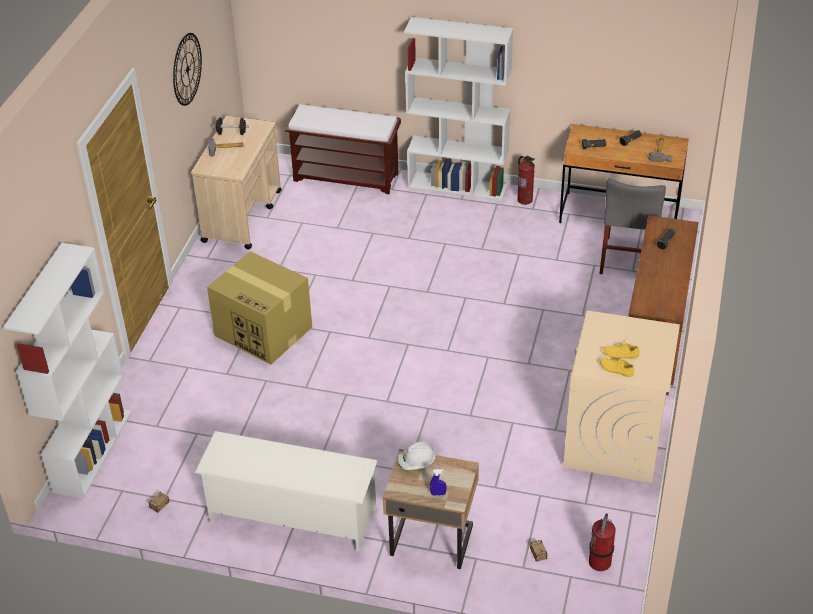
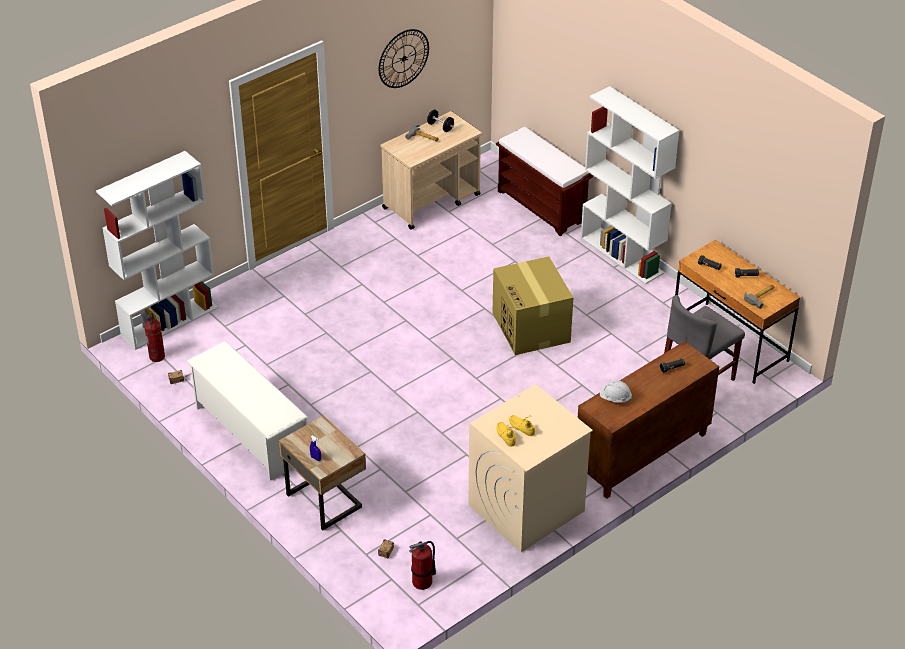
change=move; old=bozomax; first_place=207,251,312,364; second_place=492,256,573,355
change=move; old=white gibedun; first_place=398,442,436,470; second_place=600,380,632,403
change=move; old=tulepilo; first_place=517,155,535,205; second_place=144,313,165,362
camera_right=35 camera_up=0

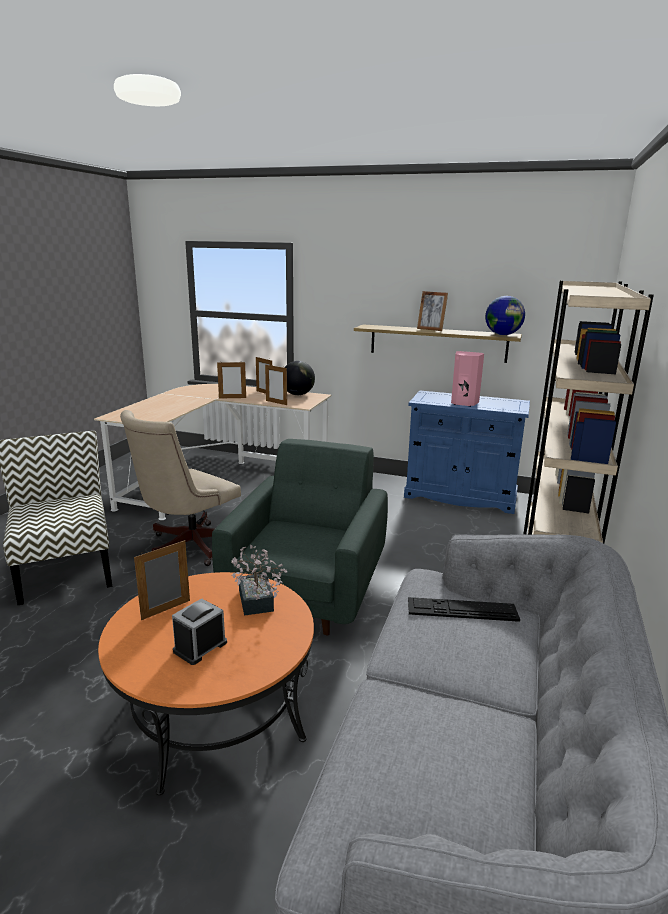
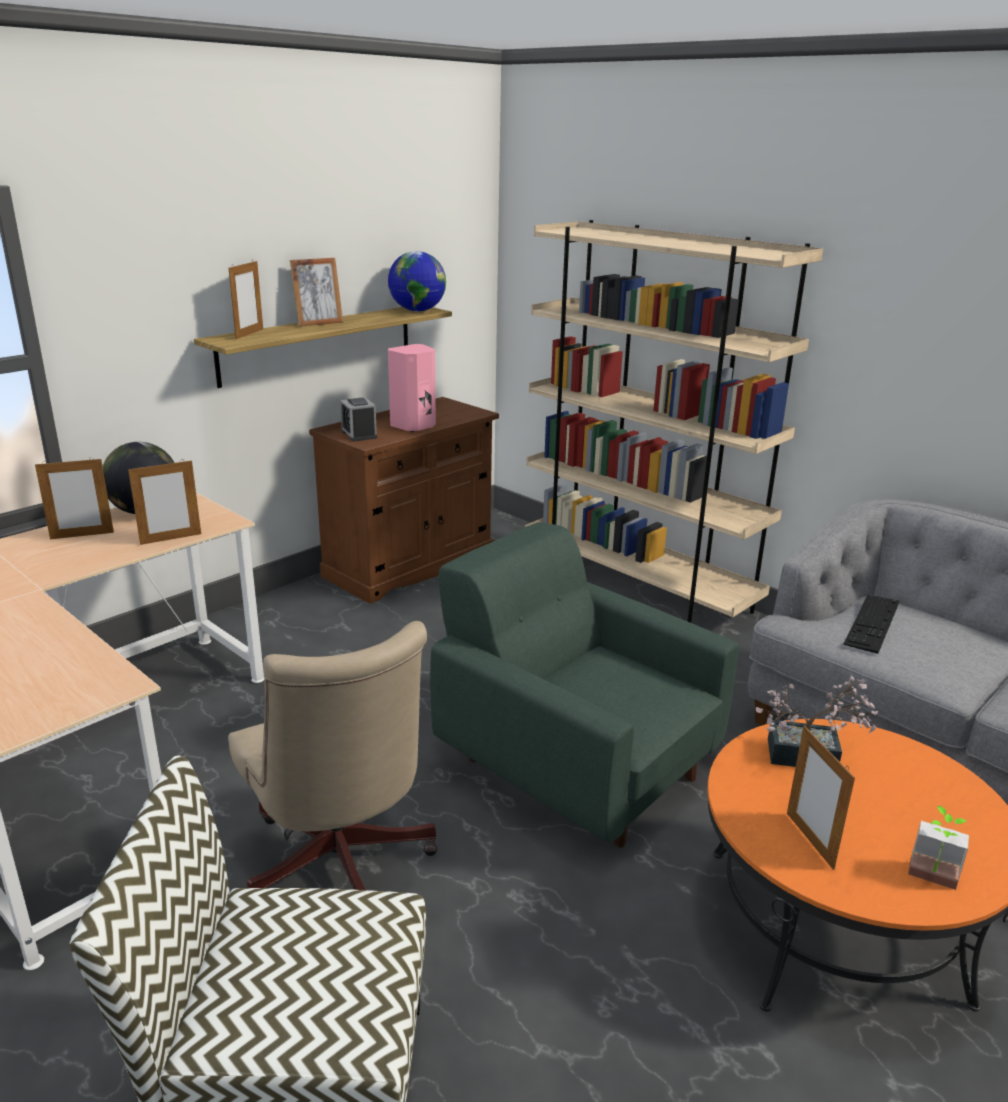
change=move; old=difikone; first_place=172,598,227,665; second_place=340,398,377,442
change=move; old=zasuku; first_place=217,362,246,399; second_place=229,261,263,339
change=recolor; old=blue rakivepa; new=brown rakivepa; first_place=404,390,530,514; second_place=309,397,499,604
change=insert; new=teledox; second_place=908,806,969,890
camera_right=-65 camera_up=5

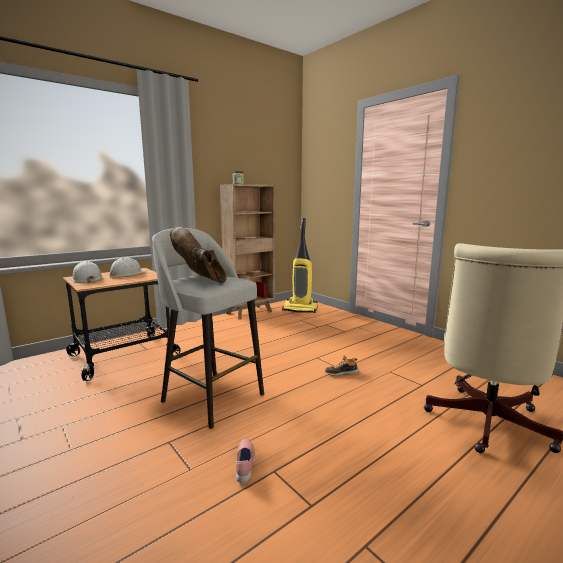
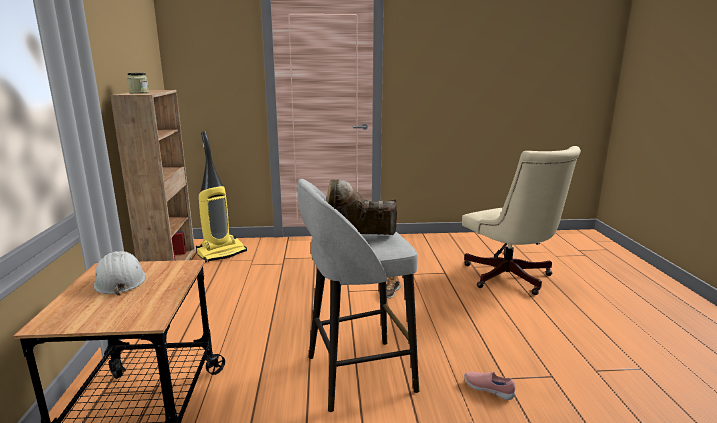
change=delete; old=white gibedun; first_place=72,261,103,283
camera_right=-55 camera_up=5

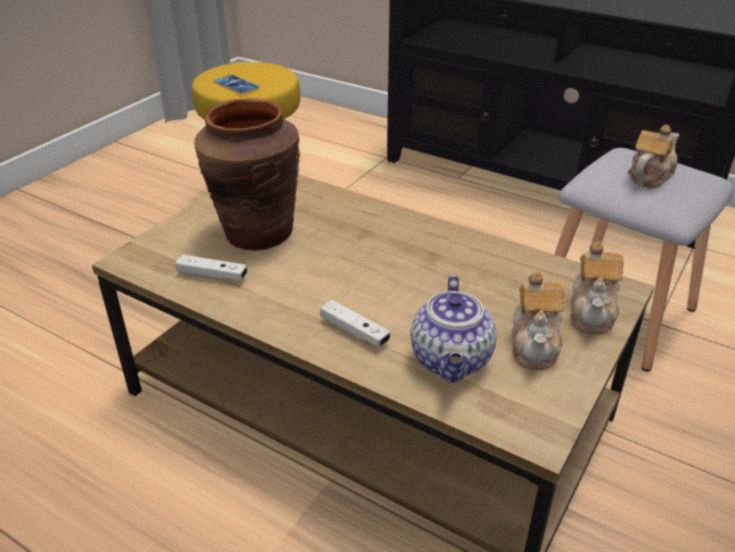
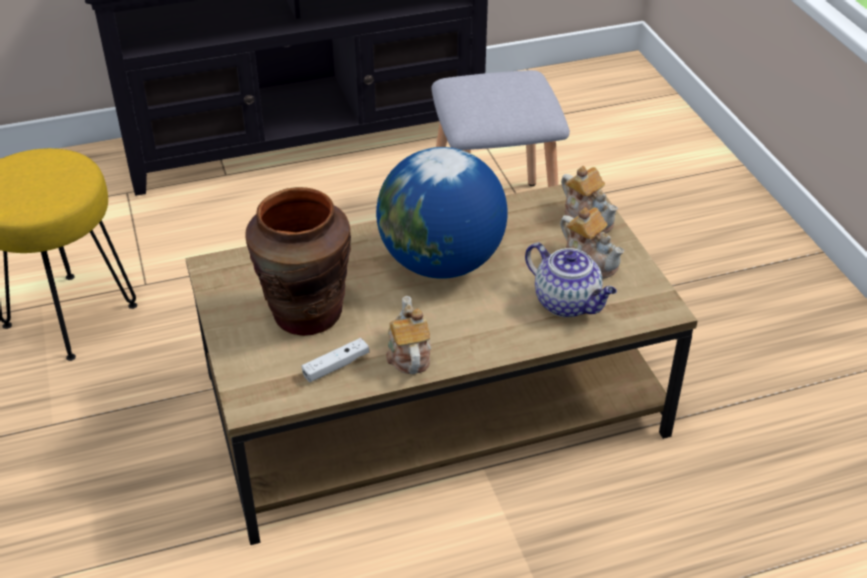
change=delete; old=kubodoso; first_place=214,75,259,94
change=delete; old=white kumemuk; first_place=320,300,390,347
change=move; old=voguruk; first_place=628,125,679,188; second_place=386,295,431,374
change=insert; new=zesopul; second_place=376,147,507,279
camera_right=-50 camera_up=5

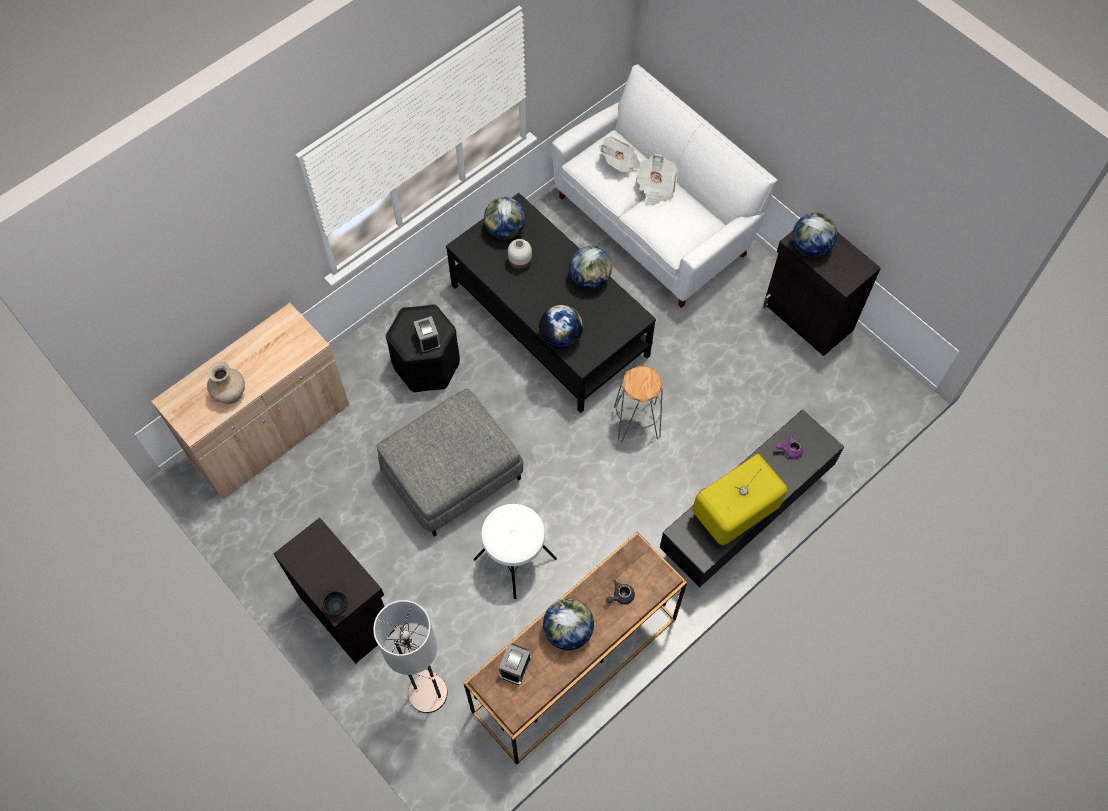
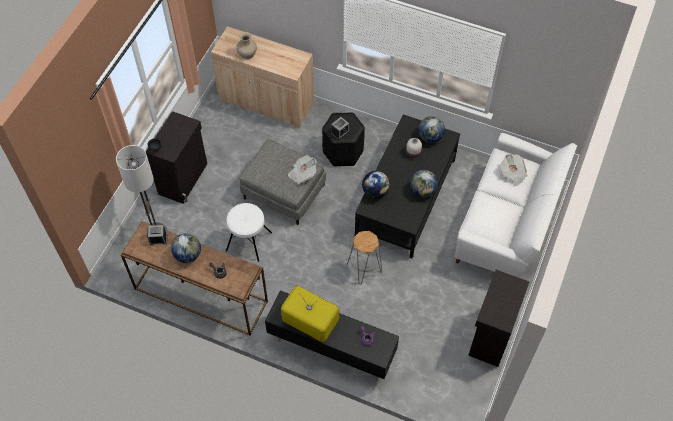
change=move; old=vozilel; first_place=636,154,678,205; second_place=288,155,317,185
change=delete; old=zesopul; first_place=792,213,837,257
camera_right=65 camera_up=-5

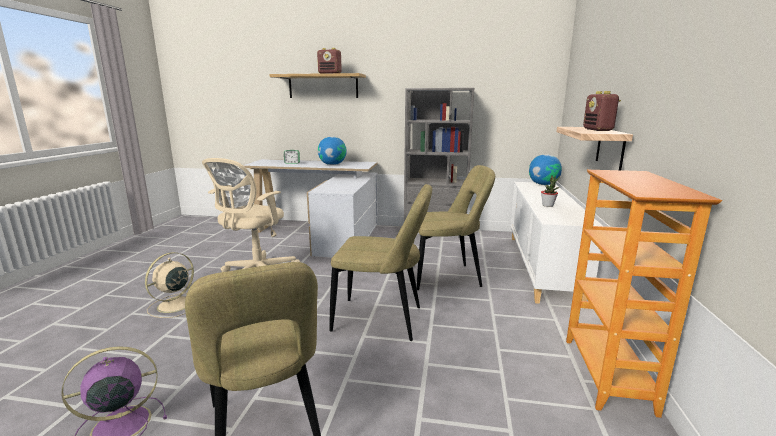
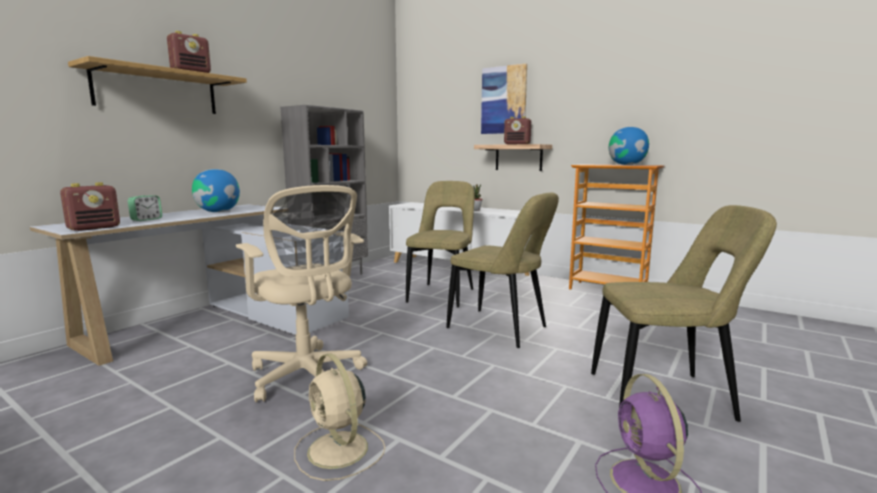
change=rotate; old=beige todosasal; first_place=330,184,432,341; second_place=446,192,559,348; degrees=90
change=move; old=zesopul; first_place=529,154,562,185; second_place=609,127,649,165
change=insert; new=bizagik; second_place=60,182,120,231
change=insert; new=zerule; second_place=481,63,527,134
camera_right=-65 camera_up=-5

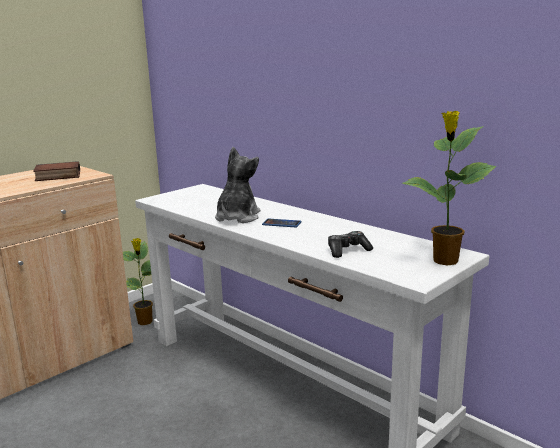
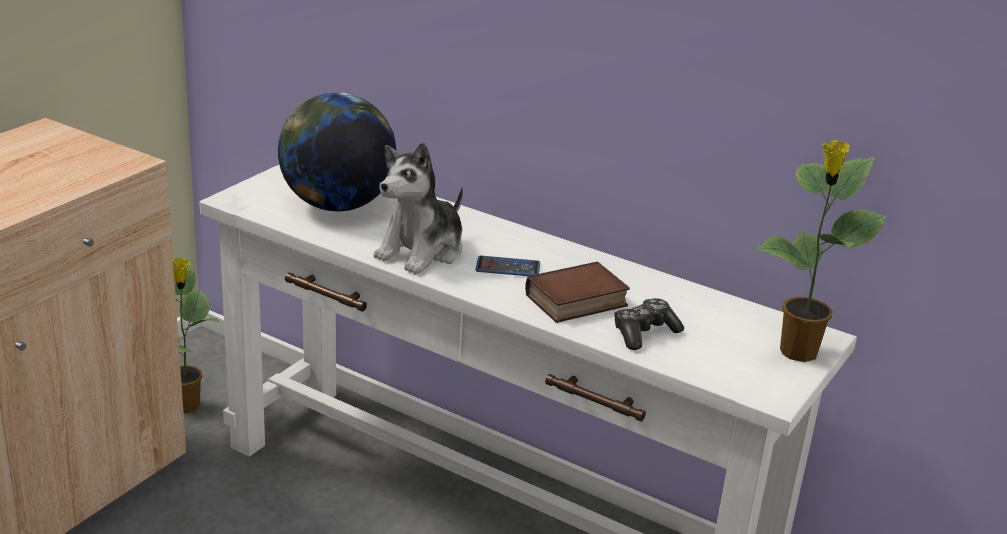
change=move; old=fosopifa; first_place=33,161,80,181; second_place=525,262,630,323
change=rotate; old=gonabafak; first_place=215,147,260,223; second_place=373,142,463,275; degrees=-150
change=insert; new=zesopul; second_place=278,93,396,211
camera_right=-15 camera_up=10

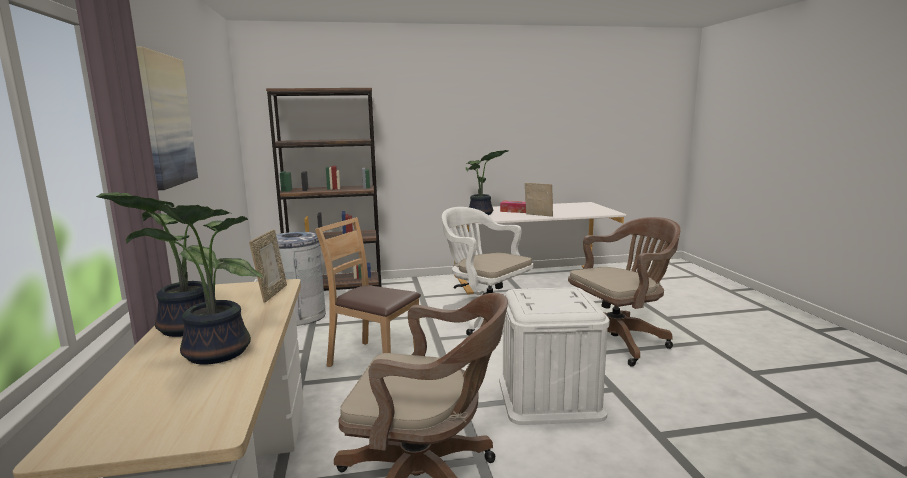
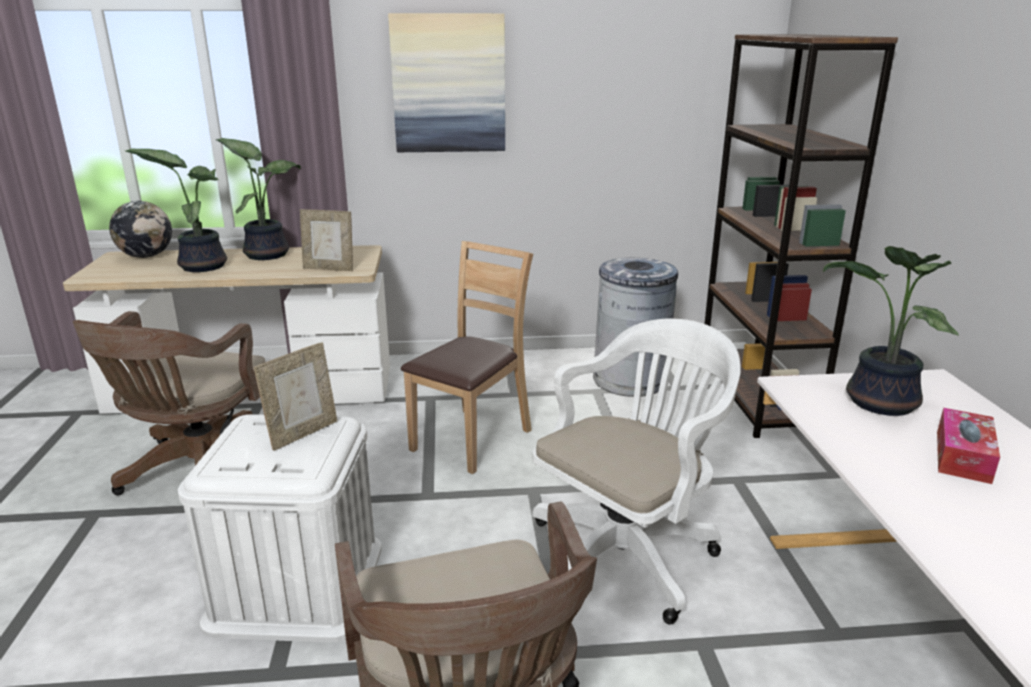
change=move; old=zasuku; first_place=525,183,553,217; second_place=254,342,337,451
change=insert; new=zesopul; second_place=109,201,172,258
camera_right=95 camera_up=10

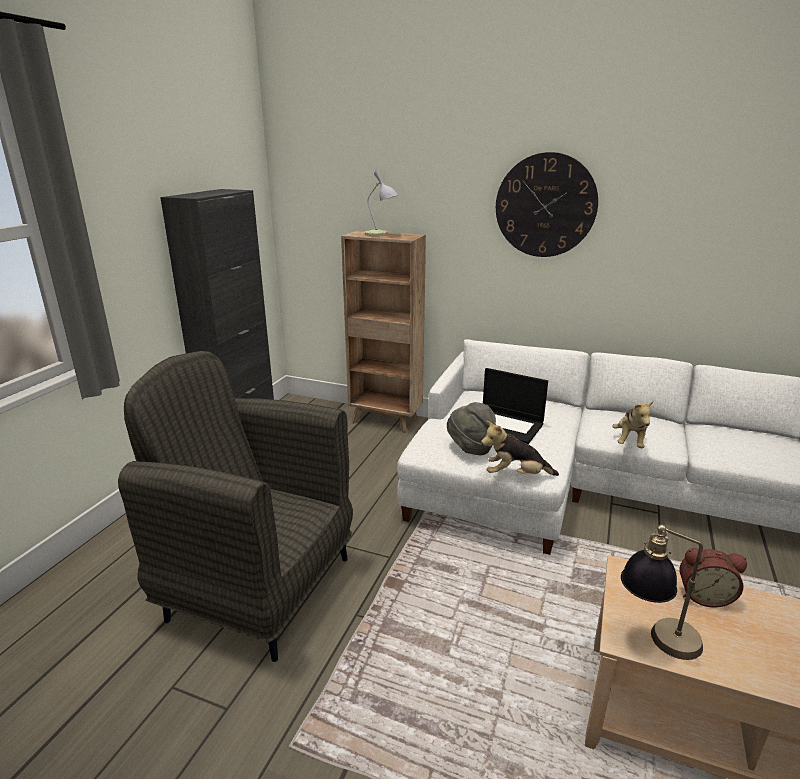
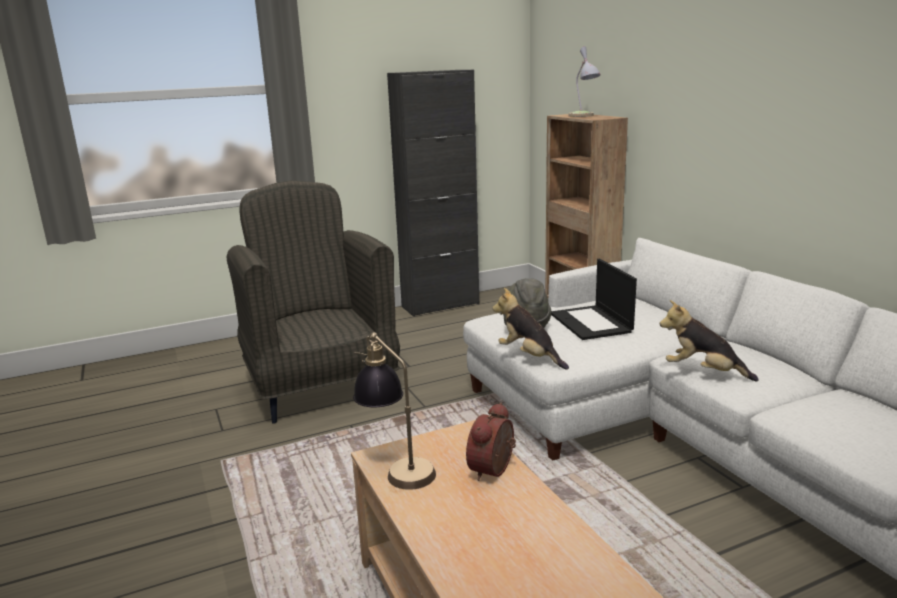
change=delete; old=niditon; first_place=496,152,598,257
change=rotate; old=gonabafak; first_place=612,400,654,448; second_place=660,300,759,382; degrees=60
change=rotate; old=difikone; first_place=680,548,747,607; second_place=466,402,516,481; degrees=60
camera_right=45 camera_up=-5

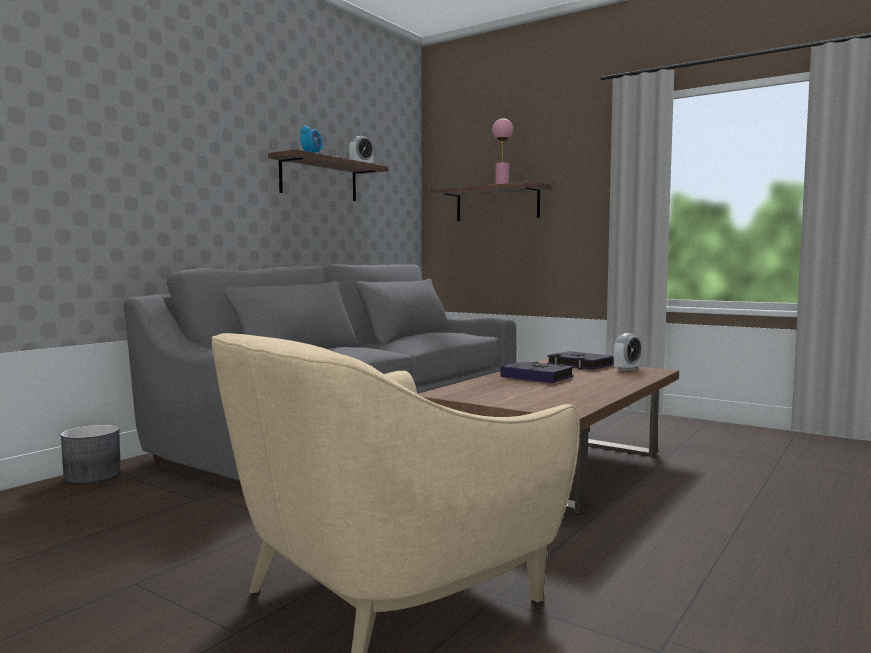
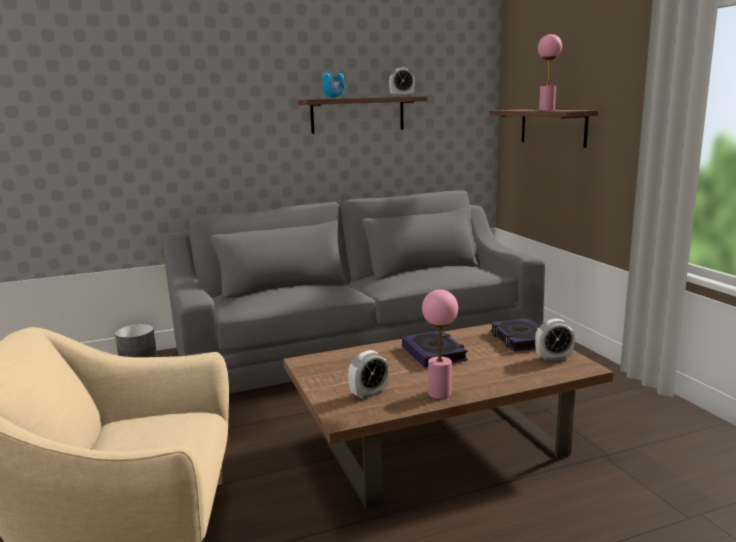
change=insert; new=difikone; second_place=348,350,389,399
change=insert; new=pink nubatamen; second_place=422,289,458,399
camera_right=35 camera_up=10

